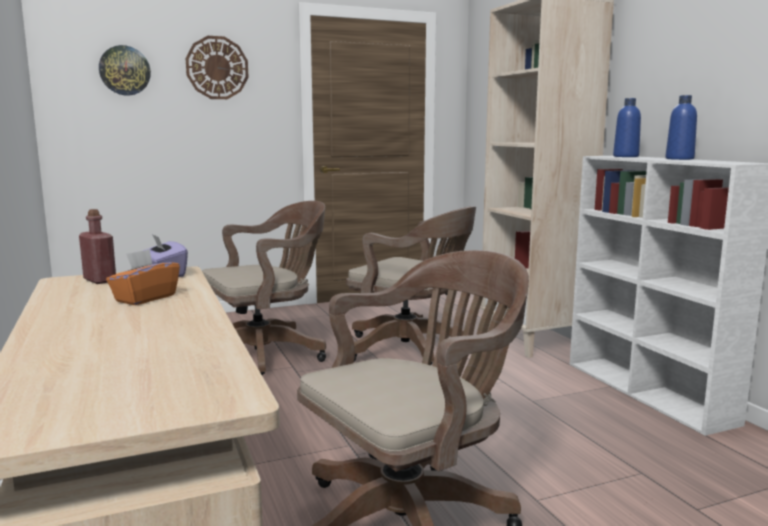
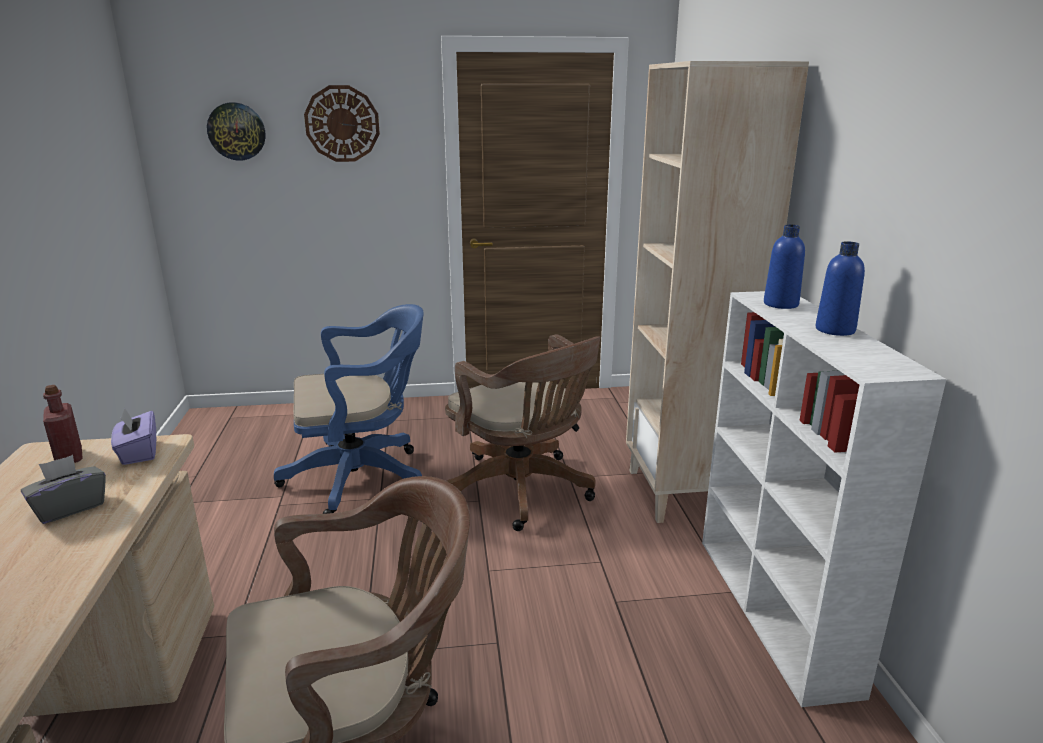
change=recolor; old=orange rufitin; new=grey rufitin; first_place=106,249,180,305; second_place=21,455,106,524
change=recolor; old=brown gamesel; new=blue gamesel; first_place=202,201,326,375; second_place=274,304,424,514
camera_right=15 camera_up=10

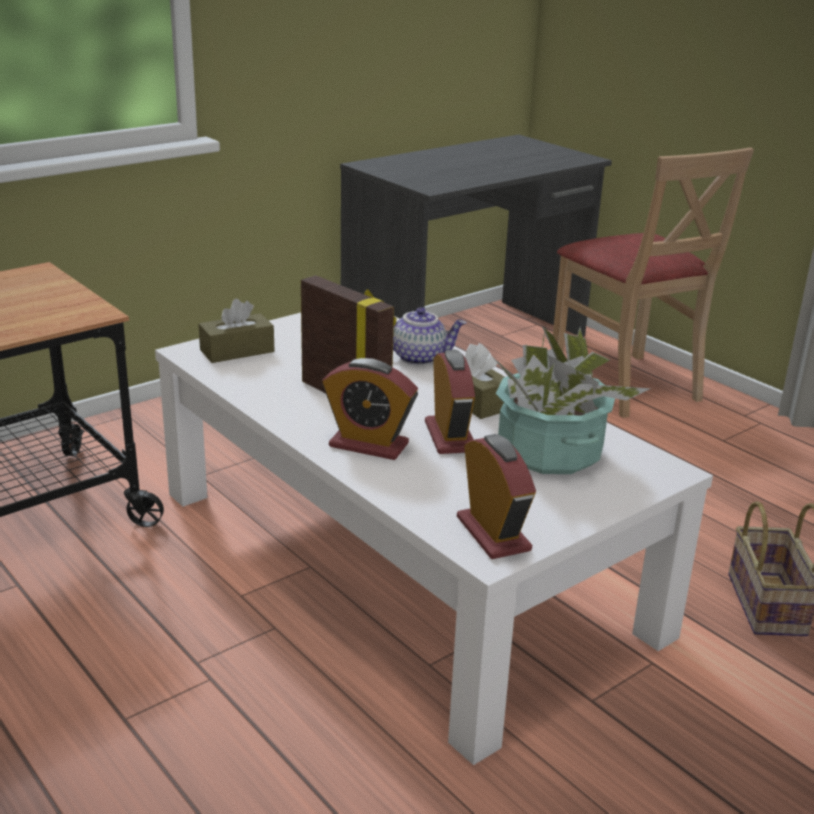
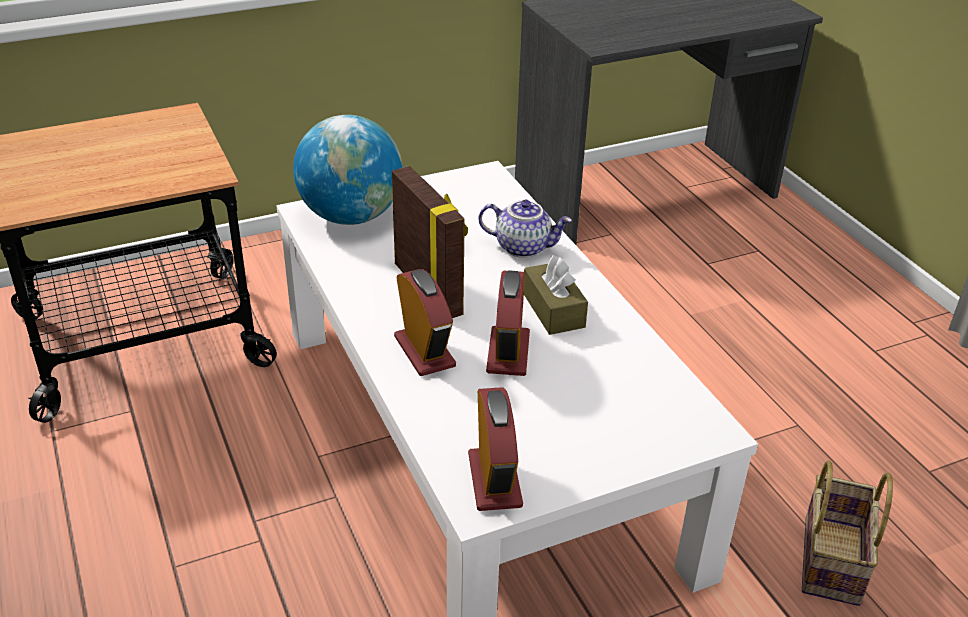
change=replace; old=brown rufitin; new=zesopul; first_place=198,299,274,363; second_place=293,115,403,225
change=rotate; old=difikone; first_place=322,358,418,460; second_place=394,269,456,376; degrees=-150
change=delete; old=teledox; first_place=492,326,650,474
change=delete; old=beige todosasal; first_place=551,147,754,418
camera_right=15 camera_up=10

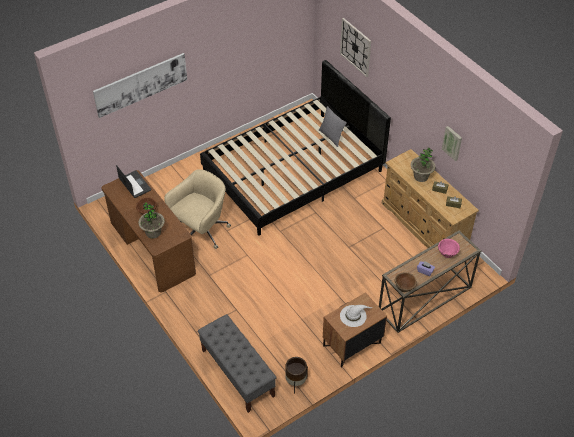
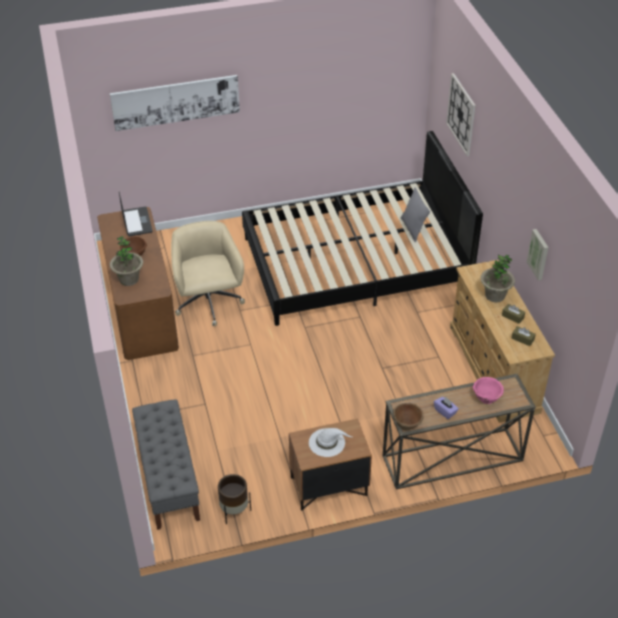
change=rotate; old=beige gamesel; first_place=164,169,231,249; second_place=171,221,245,326; degrees=-75
camera_right=20 camera_up=-5

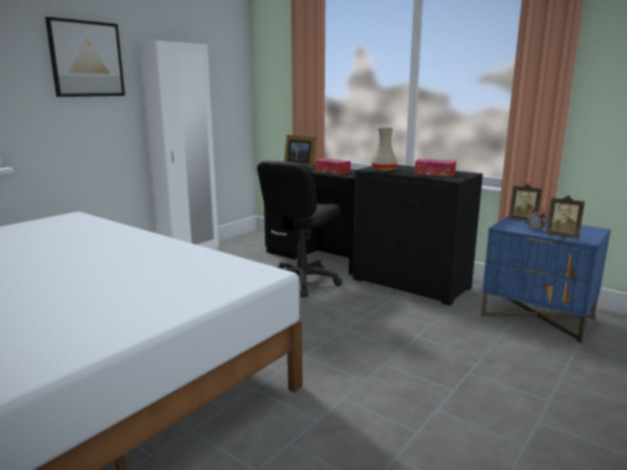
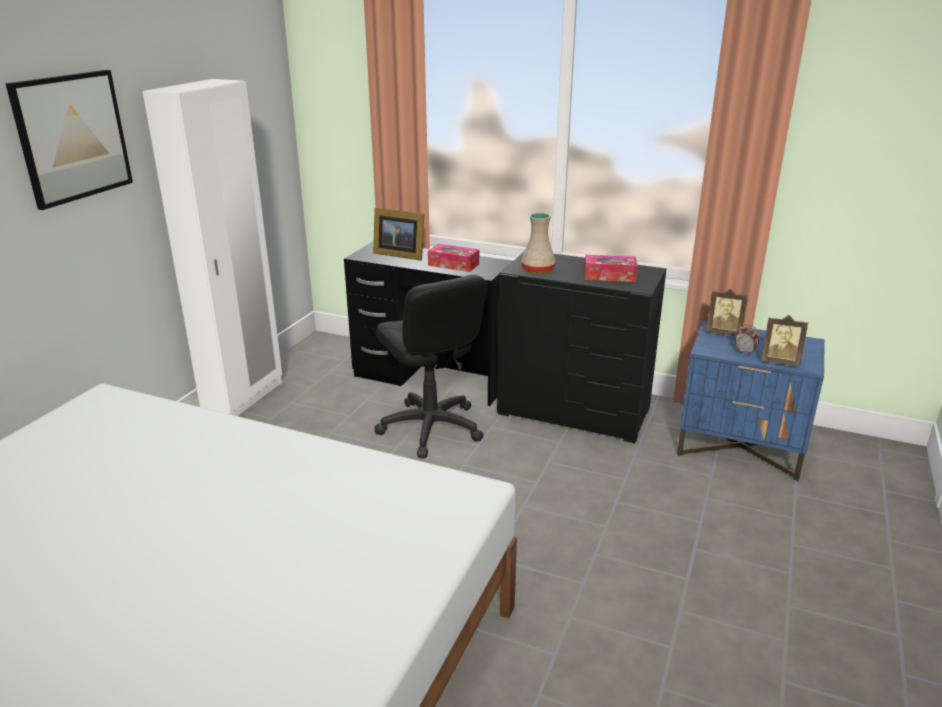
change=rotate; old=black gamesel; first_place=257,161,342,297; second_place=375,275,487,458; degrees=-45
camera_right=-15 camera_up=10

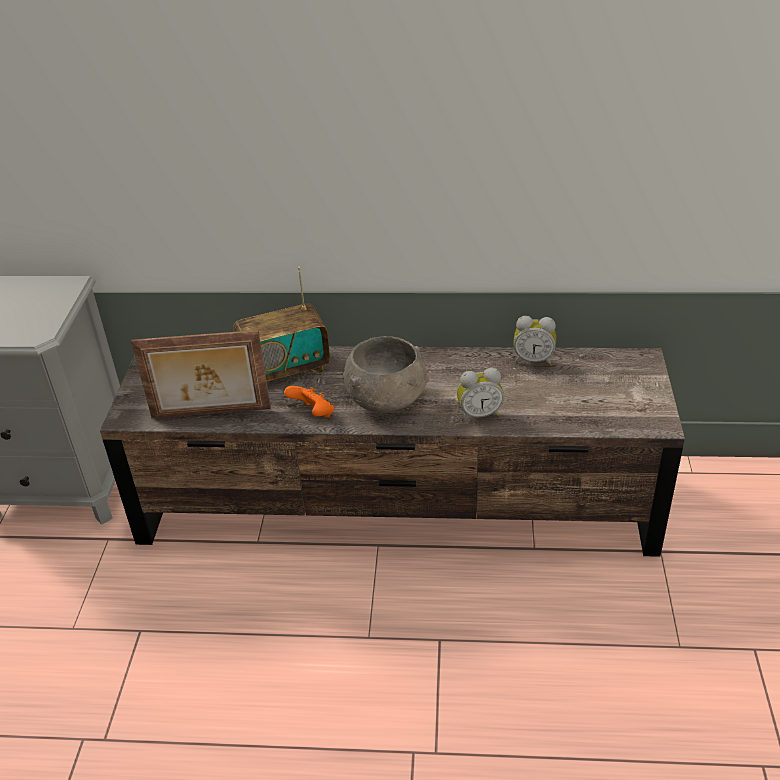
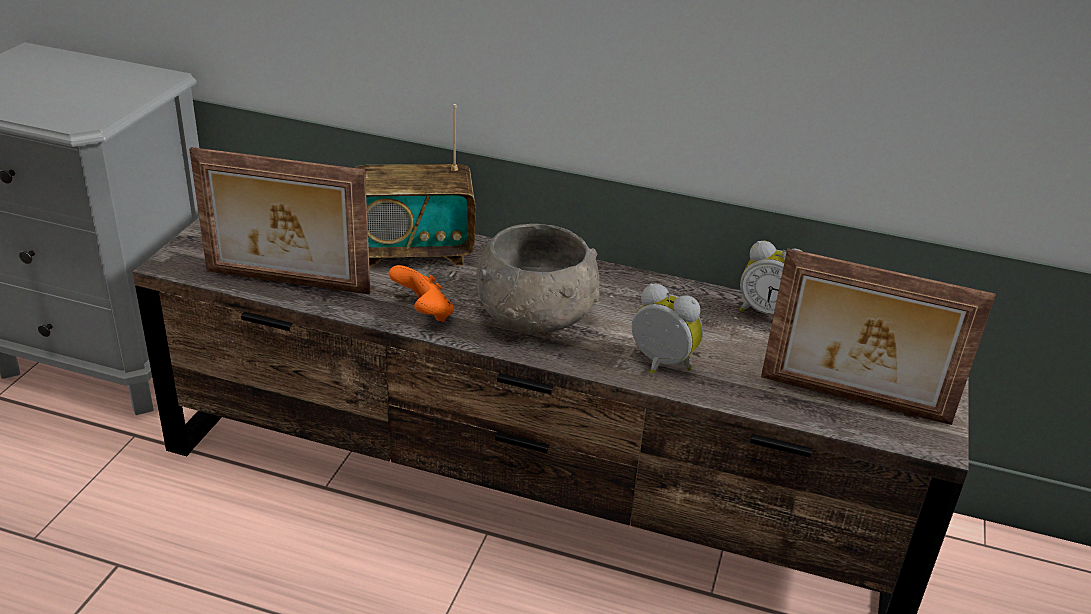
change=rotate; old=difikone; first_place=457,368,504,422; second_place=632,284,703,374; degrees=-150
change=insert; new=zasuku; second_place=761,248,996,425
camera_right=10 camera_up=-5

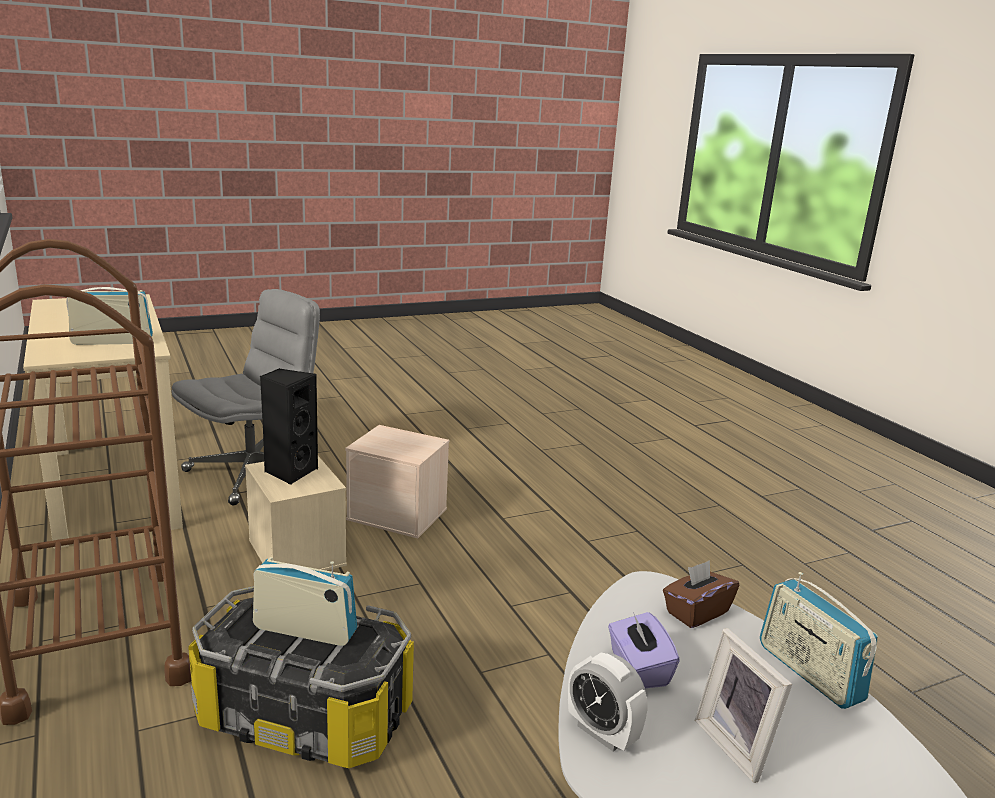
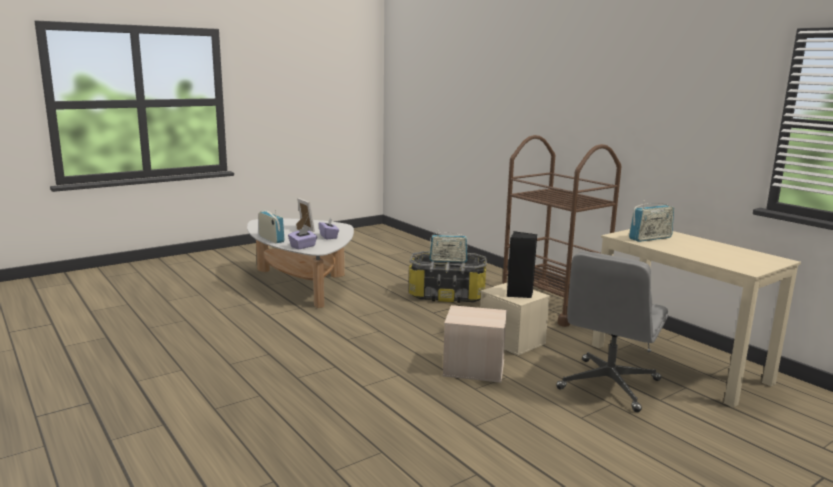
change=delete; old=difikone; first_place=568,653,647,752
change=recolor; old=brown rufitin; new=purple rufitin; first_place=663,560,739,628; second_place=288,228,317,250
camera_right=170 camera_up=-5

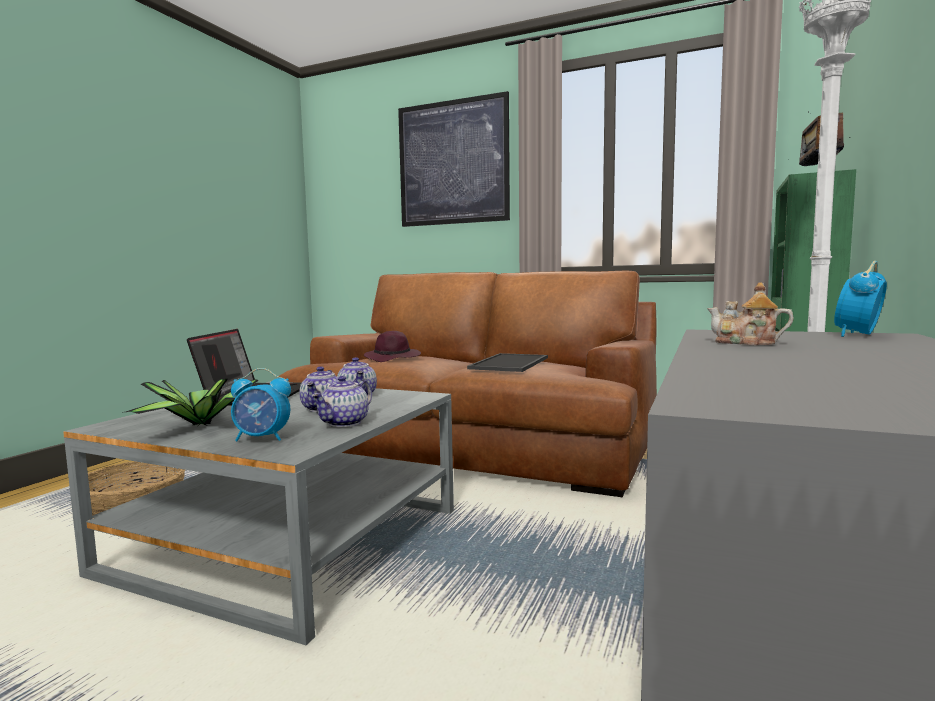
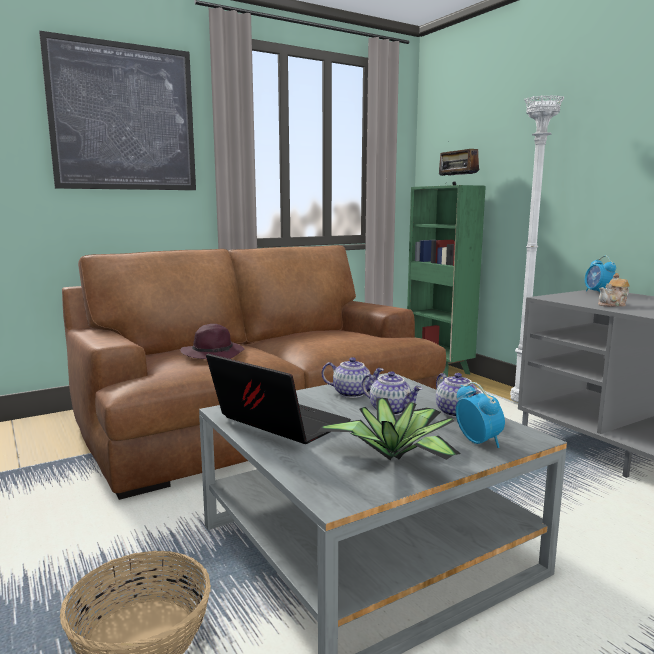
change=rotate; old=difikone; first_place=231,368,291,442; second_place=456,382,505,448; degrees=-60
change=delete; old=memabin; first_place=467,353,548,372
camera_right=-55 camera_up=5

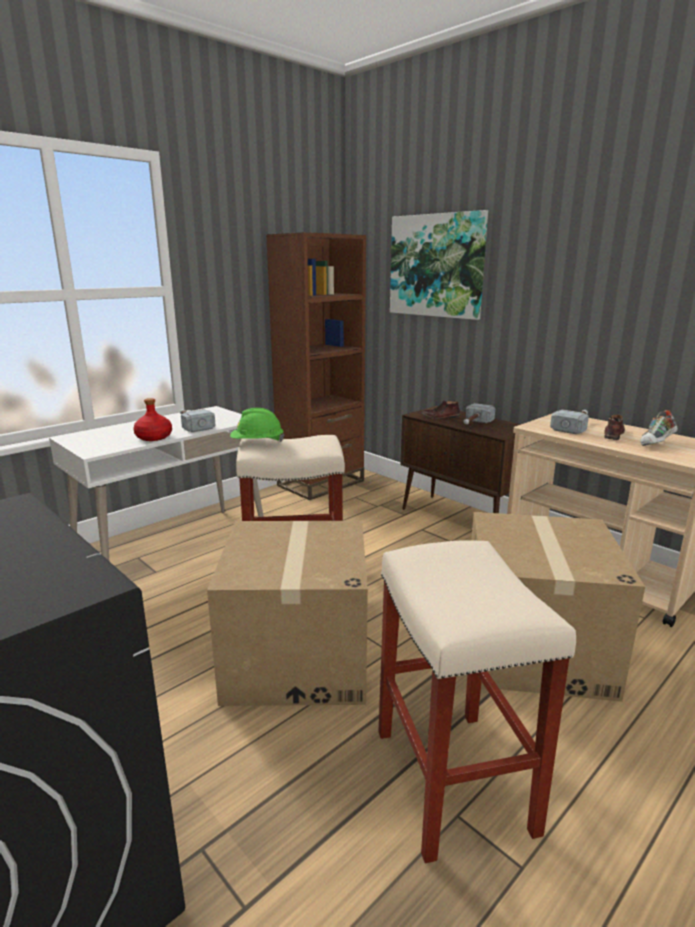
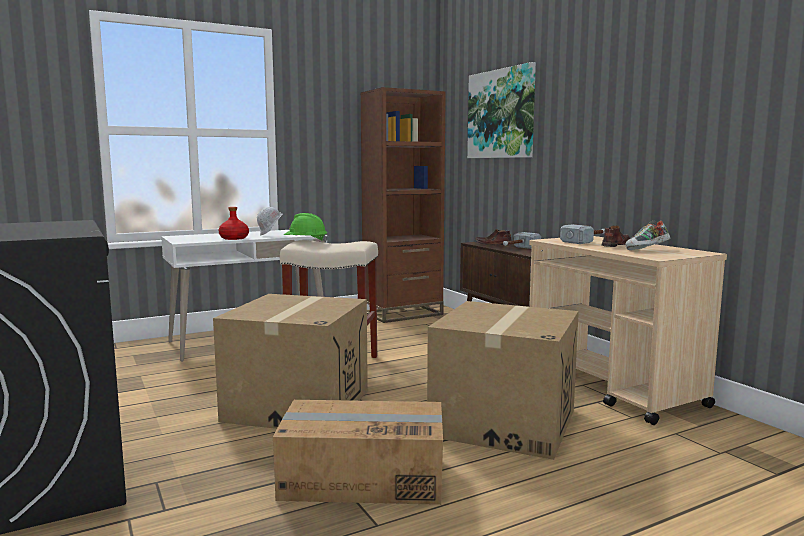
change=replace; old=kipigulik; new=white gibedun; first_place=180,409,215,432; second_place=257,207,282,236
change=replace; old=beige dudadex; new=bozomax; first_place=378,540,576,863; second_place=273,400,443,505
camera_right=15 camera_up=-10

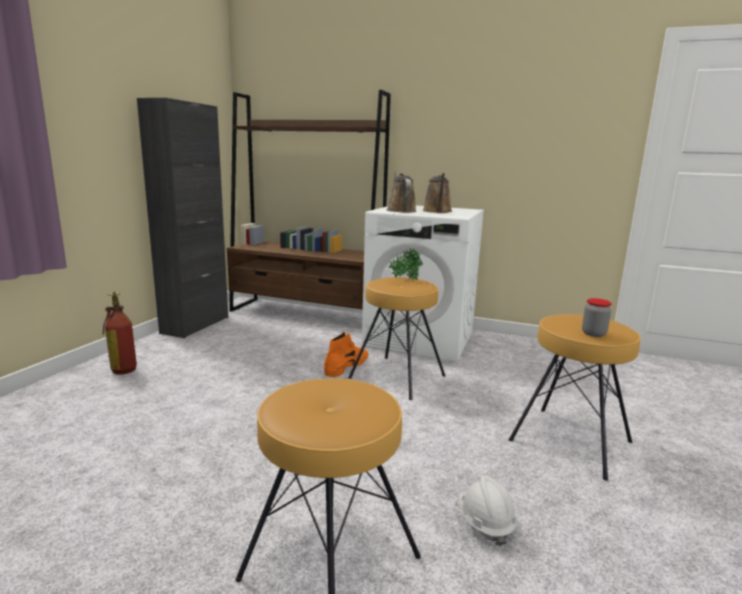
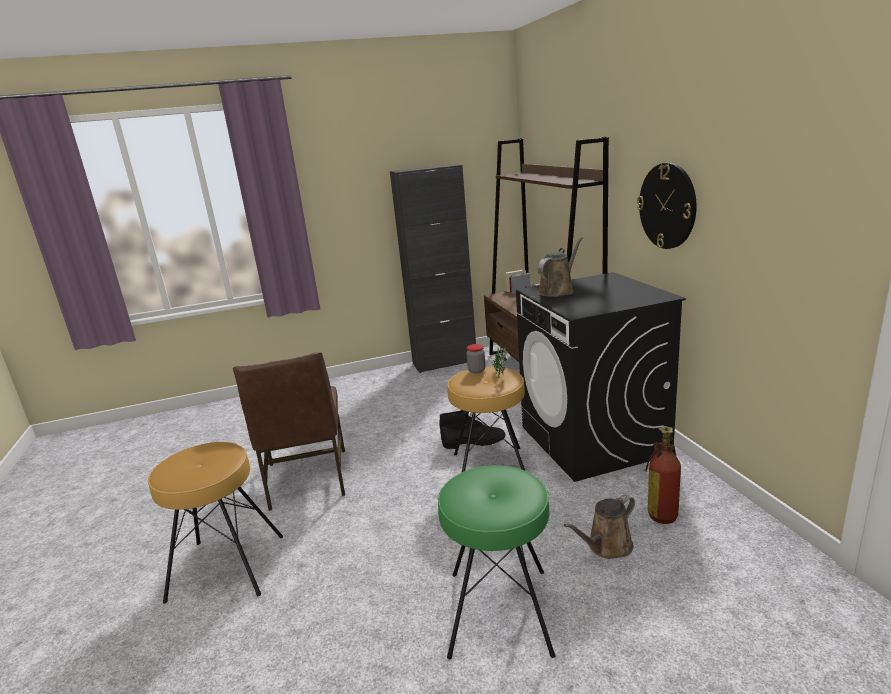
change=move; old=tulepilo; first_place=103,292,137,375; second_place=645,426,681,524
change=recolor; old=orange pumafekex; new=black pumafekex; first_place=324,331,368,377; second_place=439,410,506,449
change=recolor; old=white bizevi; new=black bizevi; first_place=362,206,484,362; second_place=516,272,686,482
change=move; old=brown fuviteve; first_place=422,173,452,213; second_place=564,495,635,559
change=delete; old=white gibedun; first_place=459,475,517,546
change=recolor; old=brown dudadex; new=green dudadex; first_place=509,314,641,481; second_place=438,466,556,659
change=move; old=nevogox; first_place=582,298,612,337; second_place=466,344,486,374
change=insert; new=brown todosasal; second_place=233,352,345,511
change=insert; new=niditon; second_place=637,163,696,249
camera_right=55 camera_up=5

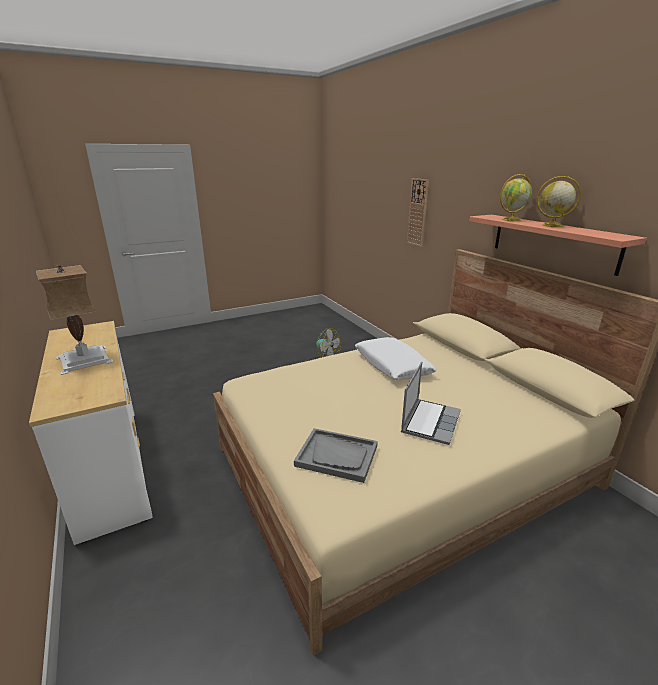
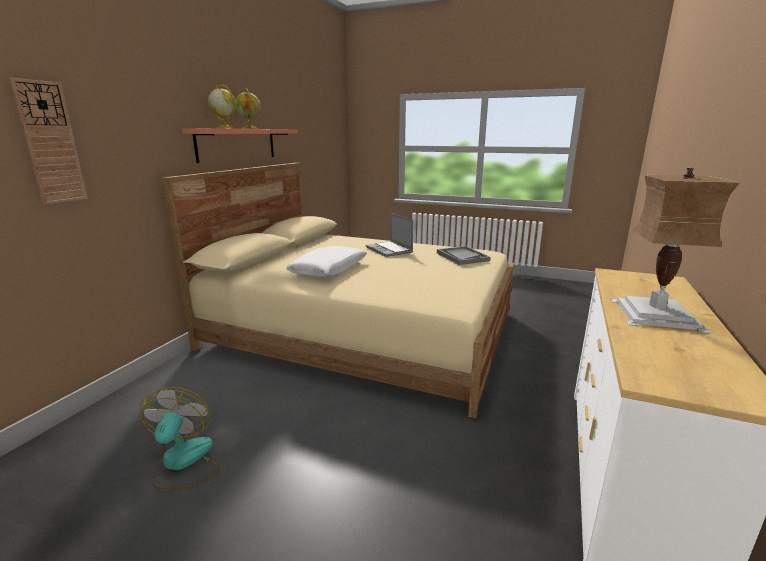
change=rotate; old=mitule; first_place=401,362,461,445; second_place=366,213,414,257; degrees=-105
camera_right=-130 camera_up=-5

